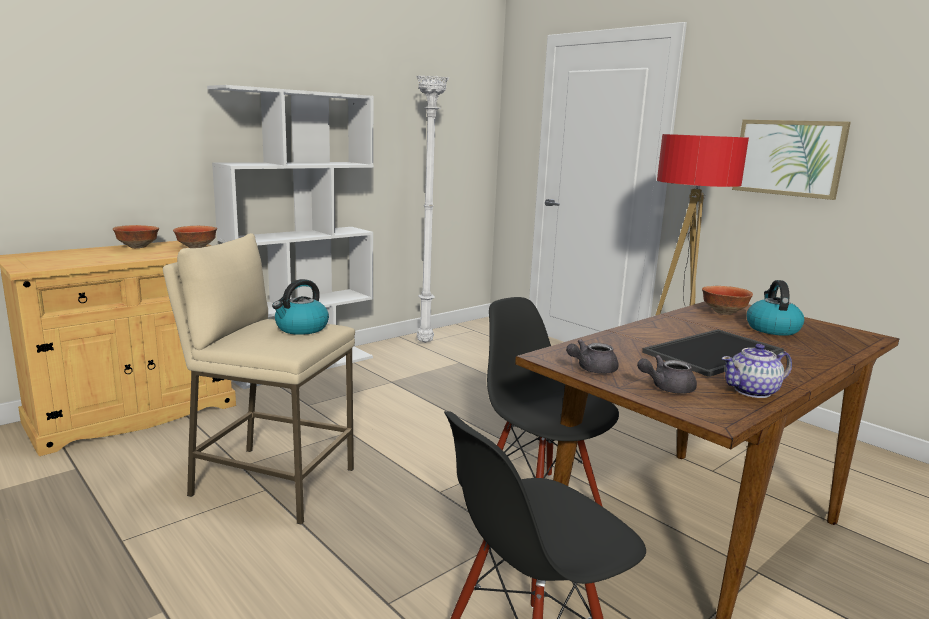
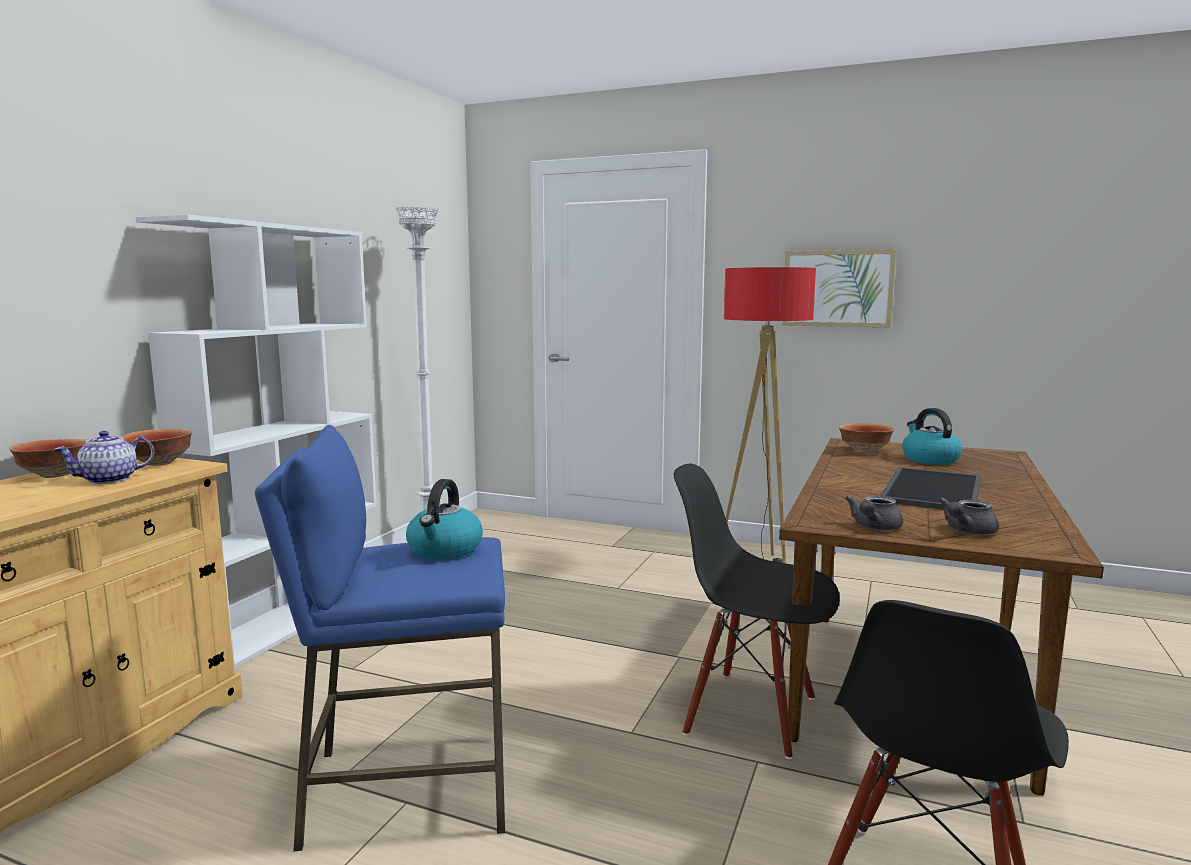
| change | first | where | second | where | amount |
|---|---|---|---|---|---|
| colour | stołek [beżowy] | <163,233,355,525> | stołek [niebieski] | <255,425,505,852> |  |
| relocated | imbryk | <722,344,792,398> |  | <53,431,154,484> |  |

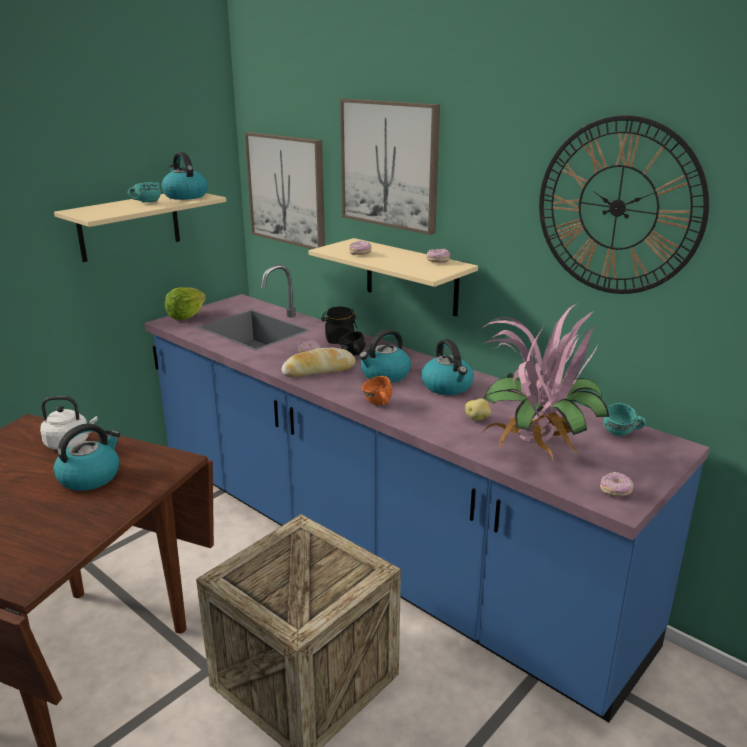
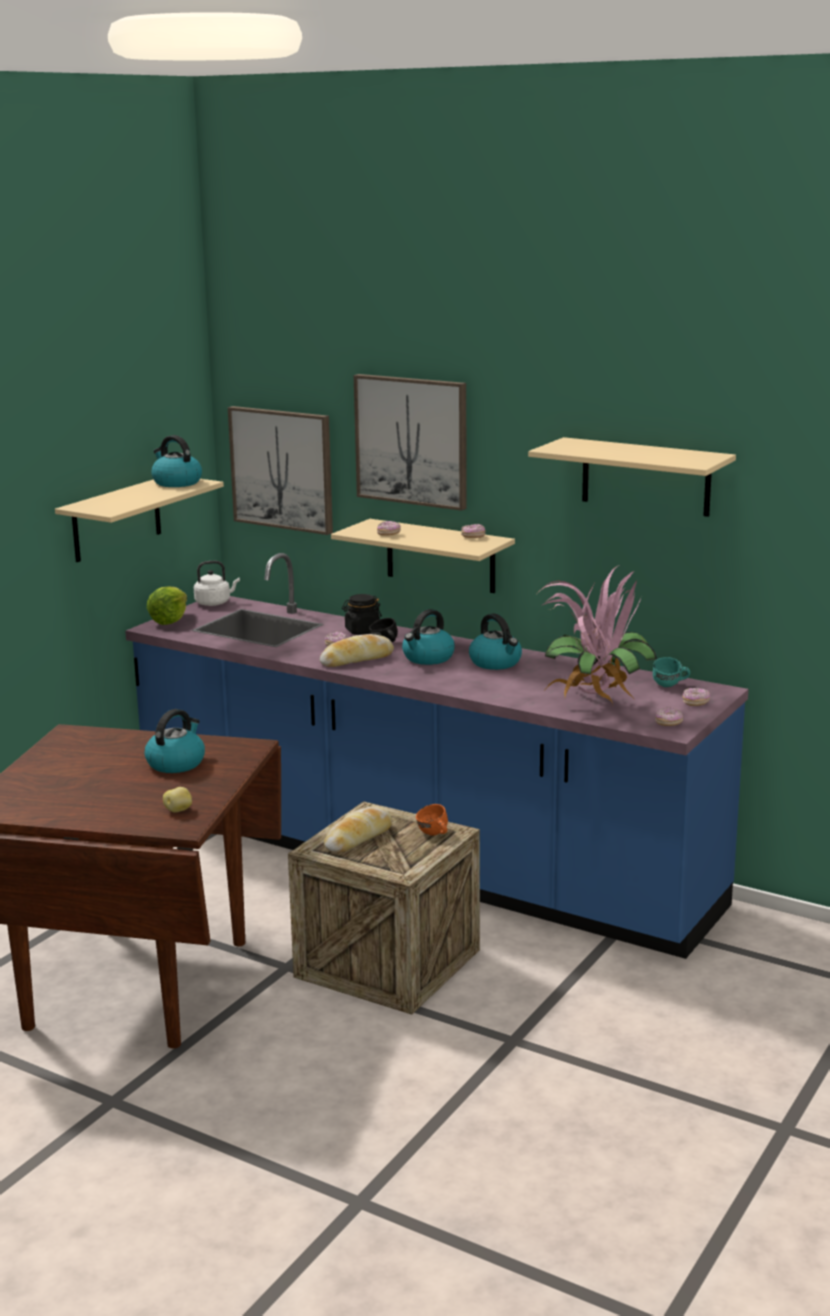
| change | first | where | second | where | amount |
|---|---|---|---|---|---|
| relocated | czajnik [biały] | <40,396,98,450> |  | <194,561,240,606> |  |
| missing | kubek [turkusowy] | <128,182,161,202> |  |  |  |
| relocated | kubek [pomarańczowy] | <362,376,392,405> |  | <416,804,448,836> |  |
| relocated | ziemniak | <465,398,491,421> |  | <163,787,192,813> |  |
| exchanged | zegar ścienny | <539,115,709,294> | półka [beżowy] | <528,437,736,517> |  |
| appeared |  |  | chleb | <324,806,392,853> |  |
| appeared |  |  | donut | <683,688,710,706> |  |

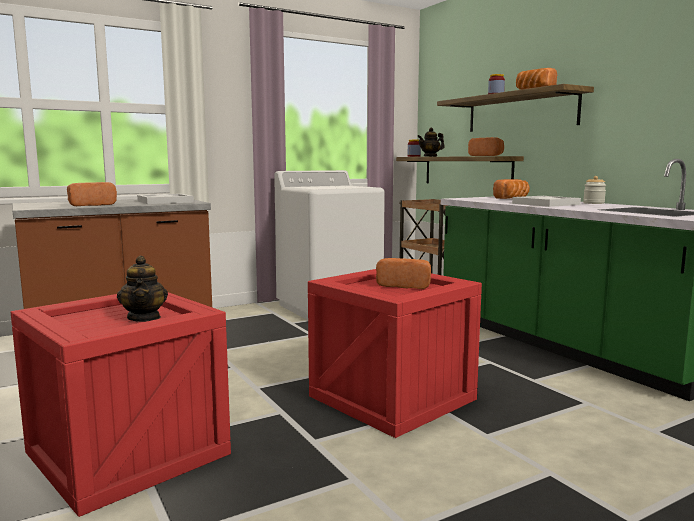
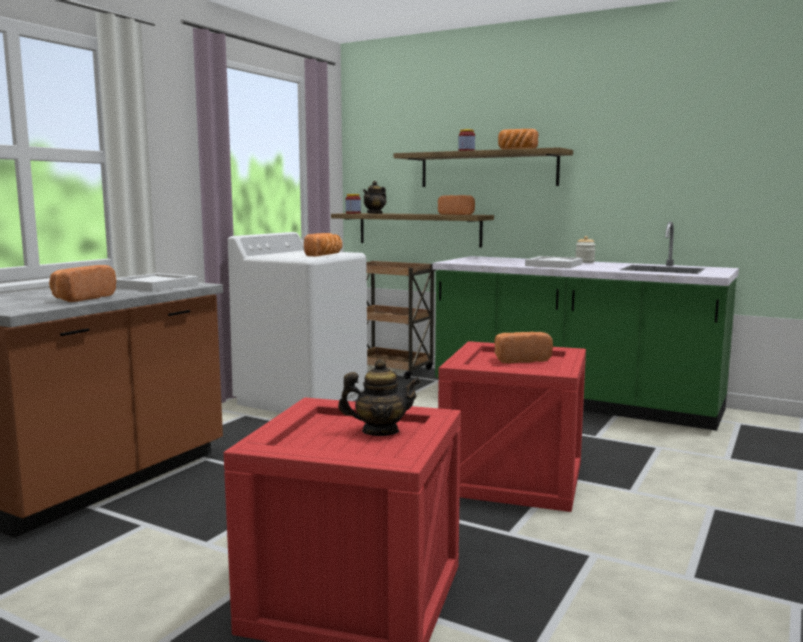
| change | first | where | second | where | amount |
|---|---|---|---|---|---|
| spun | imbryk | <117,256,168,322> |  | <338,359,421,436> | 45 degrees counterclockwise |
| relocated | chleb | <493,179,530,199> |  | <304,233,342,256> |  |

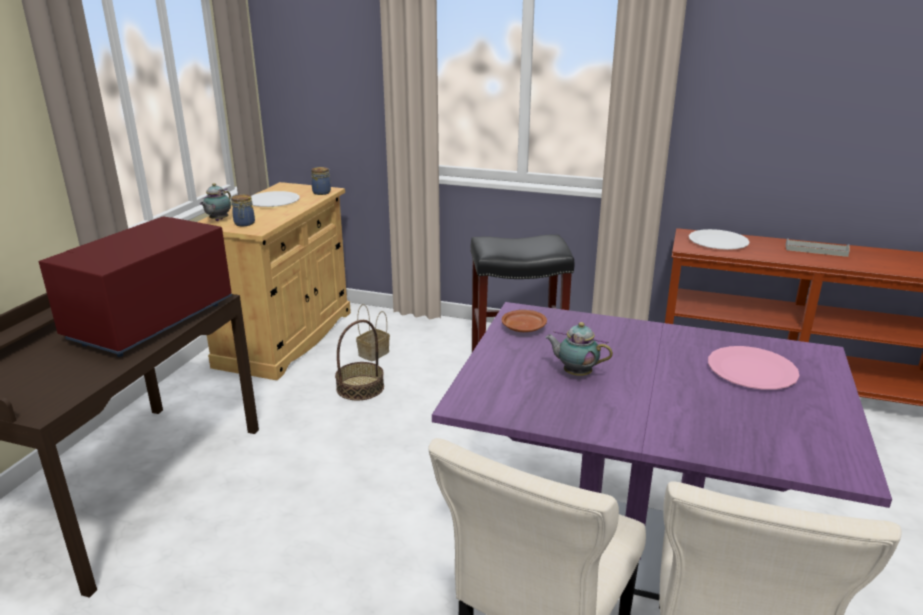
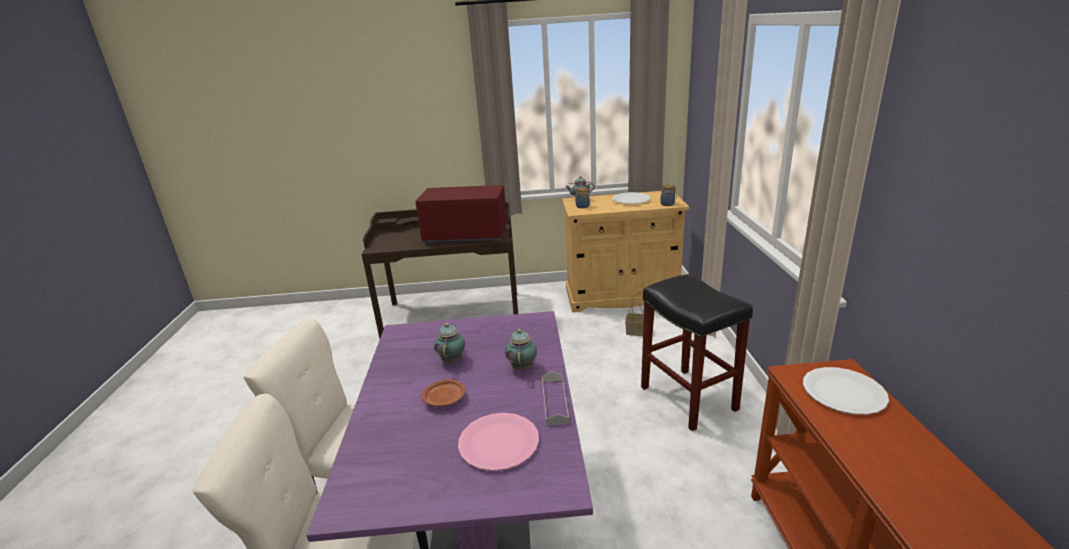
| change | first | where | second | where | amount |
|---|---|---|---|---|---|
| missing | koszyk | <335,320,384,401> |  |  |  |
| relocated | talerz [brązowy] | <502,310,547,332> |  | <422,379,465,407> |  |
| relocated | taca [szary] | <786,238,850,257> |  | <542,371,569,426> |  |
| appeared |  |  | imbryk | <505,329,537,370> |  |

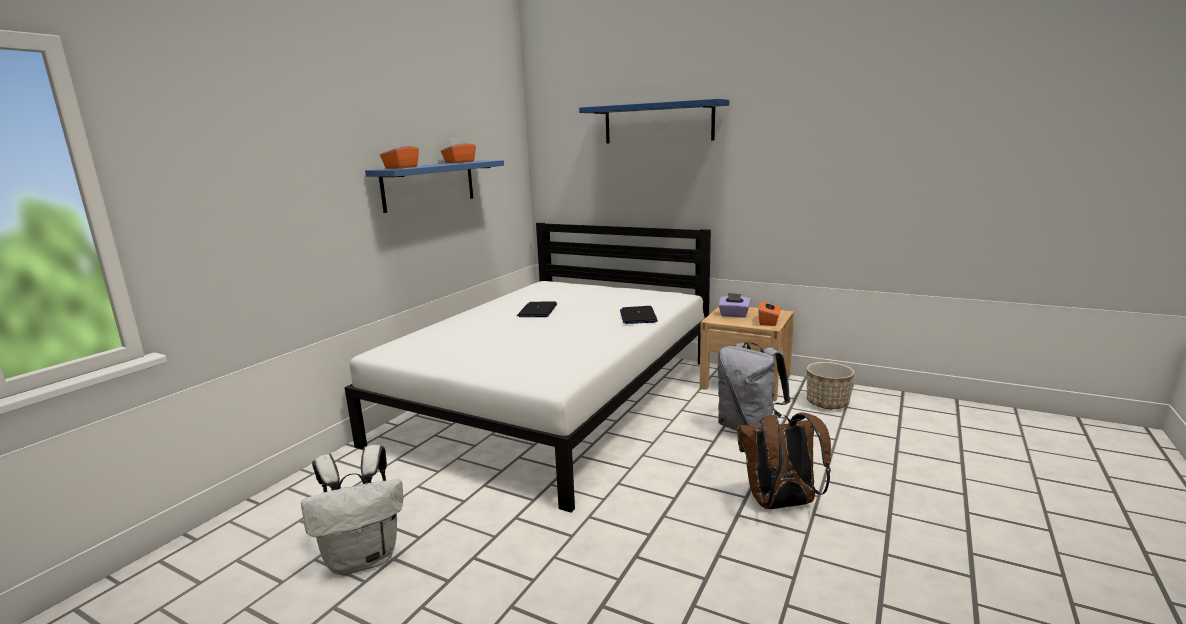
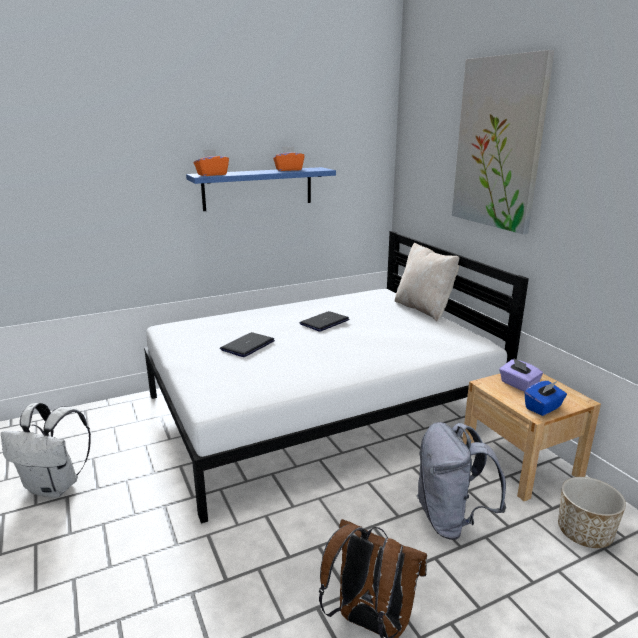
| change | first | where | second | where | amount |
|---|---|---|---|---|---|
| exchanged | półka [niebieski] | <579,99,729,144> | obraz | <452,50,555,234> |  |
| relocated | laptop | <620,306,658,324> |  | <220,332,275,357> |  |
| colour | pudełko chusteczek [pomarańczowy] | <758,298,780,326> | pudełko chusteczek [niebieski] | <525,381,567,416> |  |
| appeared |  |  | poduszka [beżowy] | <395,243,459,321> |  |

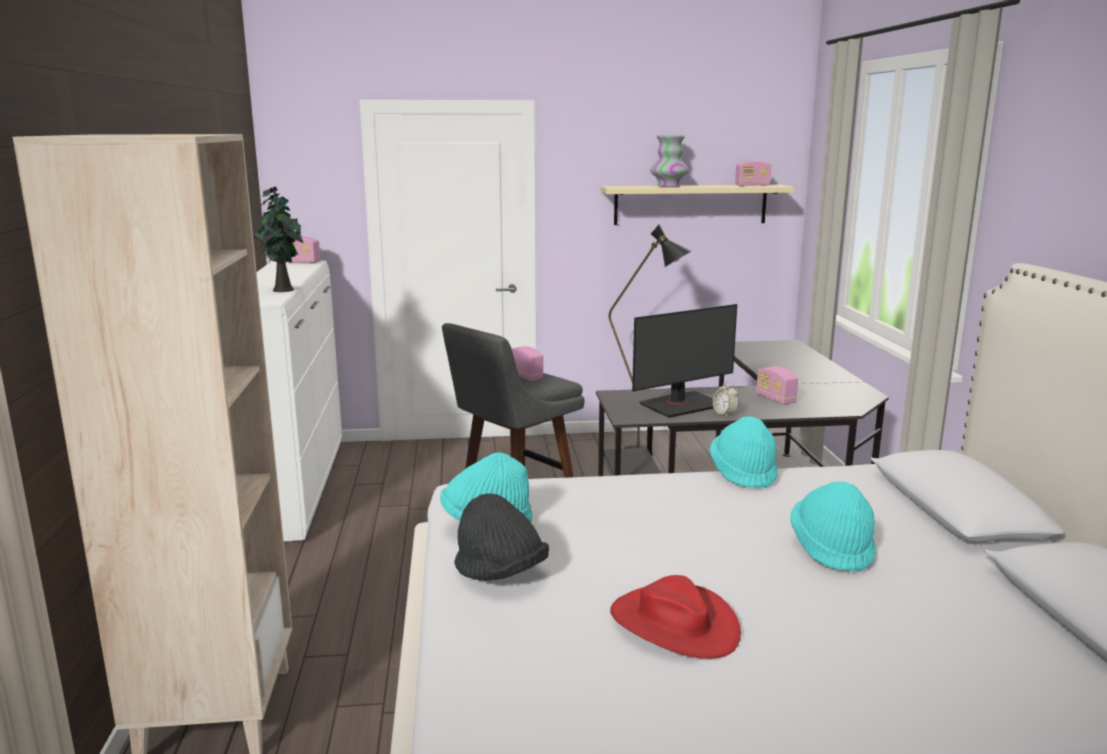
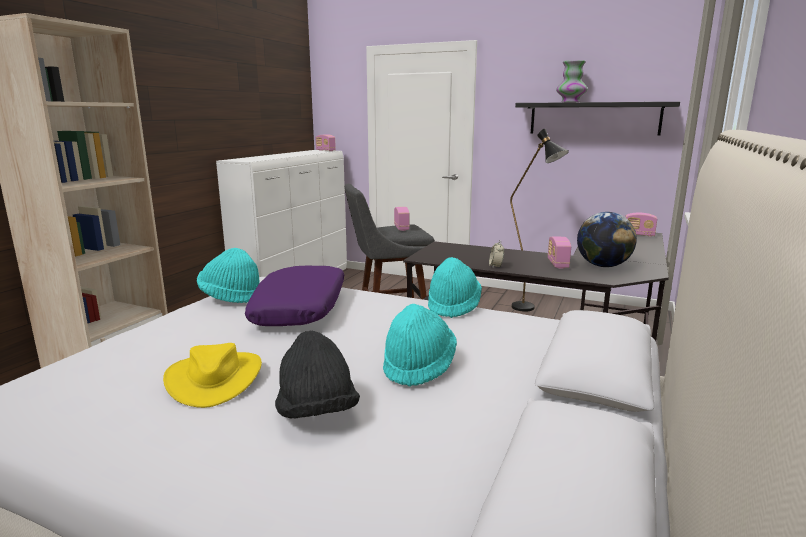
| change | first | where | second | where | amount |
|---|---|---|---|---|---|
| missing | roślina doniczkowa | <253,186,304,292> |  |  |  |
| relocated | kapelusz [czarny] | <454,493,549,581> |  | <275,330,360,418> |  |
| colour | półka [beżowy] | <600,185,795,225> | półka [czarny] | <515,102,680,136> |  |
| colour | kapelusz [czerwony] | <610,575,741,659> | kapelusz [żółty] | <163,343,262,408> |  |
| missing | monitor | <632,304,737,418> |  |  |  |
| relocated | radio | <735,161,771,187> |  | <625,213,657,237> |  |
| appeared |  |  | poduszka [fioletowy] | <245,266,344,326> |  |
| appeared |  |  | globus | <577,212,637,267> |  |

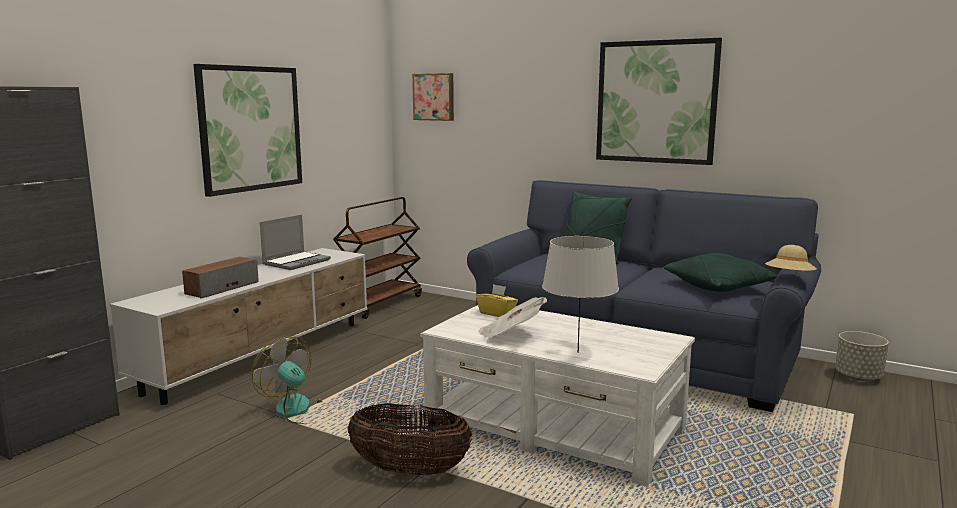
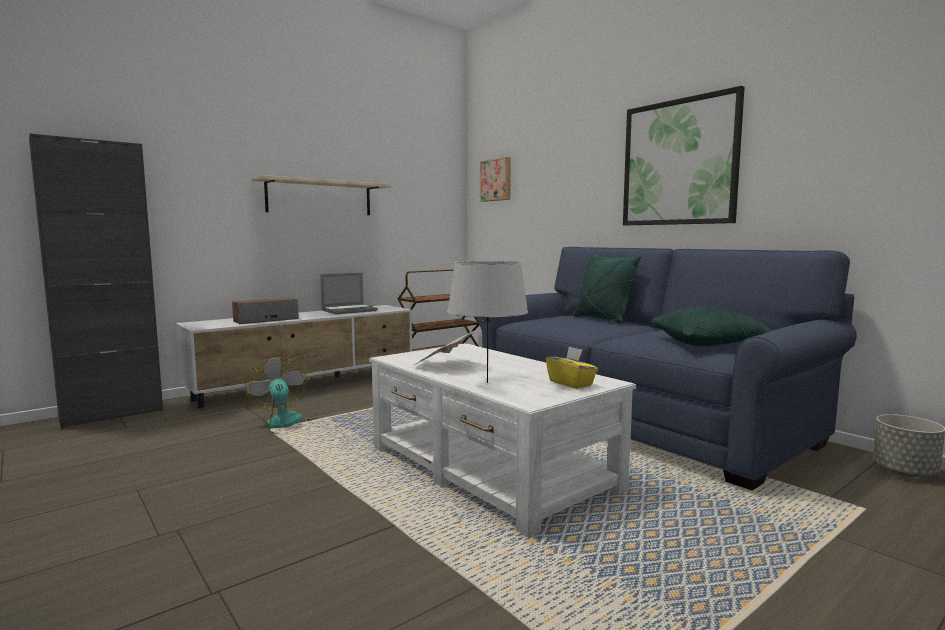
| change | first | where | second | where | amount |
|---|---|---|---|---|---|
| exchanged | obraz | <193,64,302,197> | półka [beżowy] | <251,175,391,215> |  |
| missing | koszyk | <347,403,472,475> |  |  |  |
| relocated | pudełko chusteczek [żółty] | <476,284,518,317> |  | <546,346,598,389> |  |
| missing | kapelusz [beżowy] | <765,245,817,273> |  |  |  |

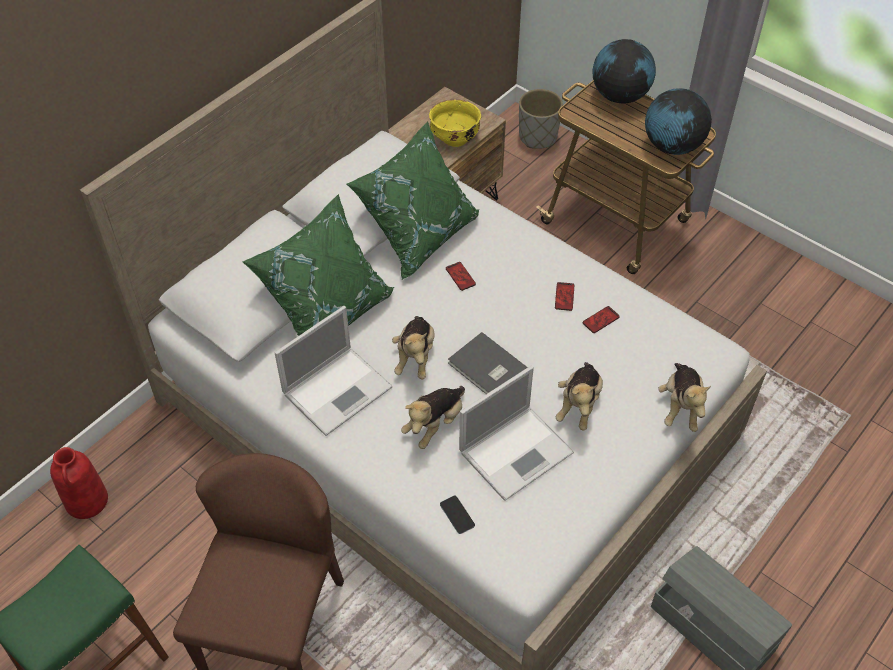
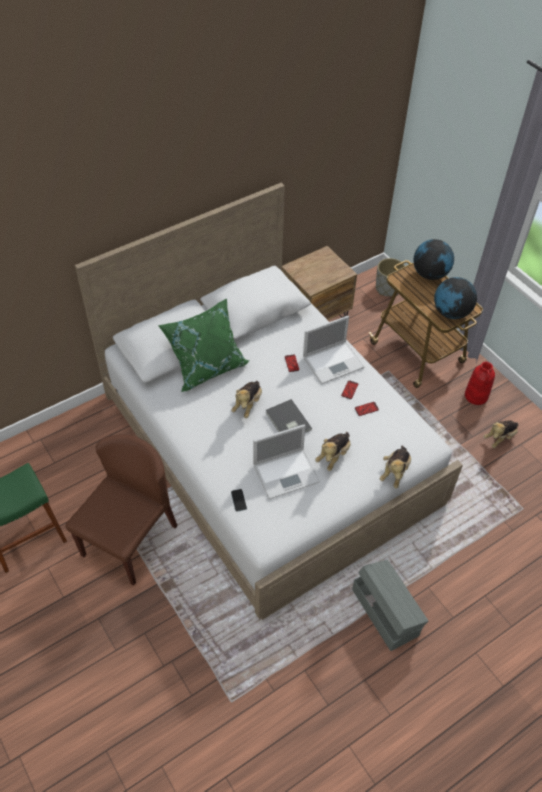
| change | first | where | second | where | amount |
|---|---|---|---|---|---|
| relocated | wazon [czerwony] | <50,447,108,519> |  | <465,361,495,405> |  |
| relocated | laptop | <274,306,393,436> |  | <303,316,364,384> |  |
| missing | poduszka [zielony] | <347,121,479,280> |  |  |  |
| relocated | pluszak | <401,386,465,449> |  | <484,420,518,448> |  |
| missing | miska [żółty] | <429,100,481,147> |  |  |  |

